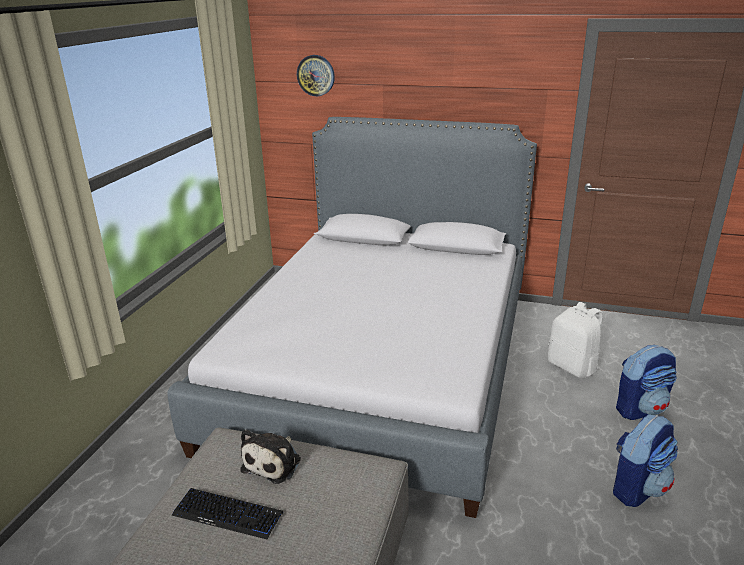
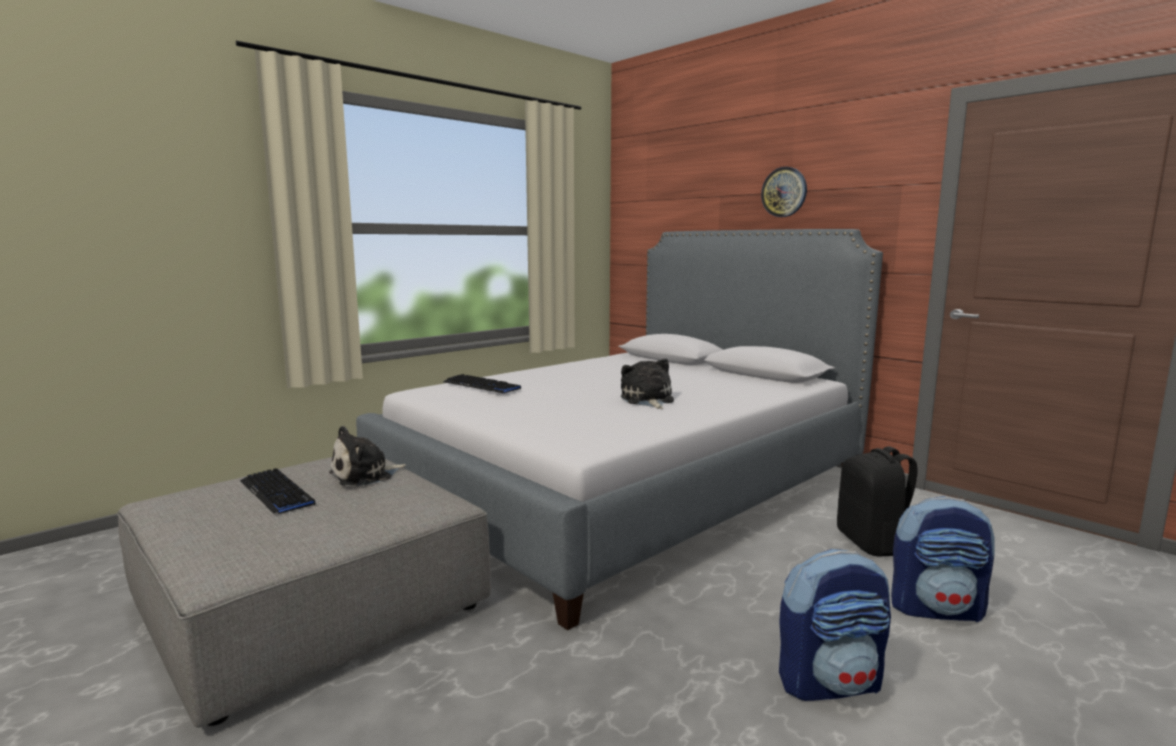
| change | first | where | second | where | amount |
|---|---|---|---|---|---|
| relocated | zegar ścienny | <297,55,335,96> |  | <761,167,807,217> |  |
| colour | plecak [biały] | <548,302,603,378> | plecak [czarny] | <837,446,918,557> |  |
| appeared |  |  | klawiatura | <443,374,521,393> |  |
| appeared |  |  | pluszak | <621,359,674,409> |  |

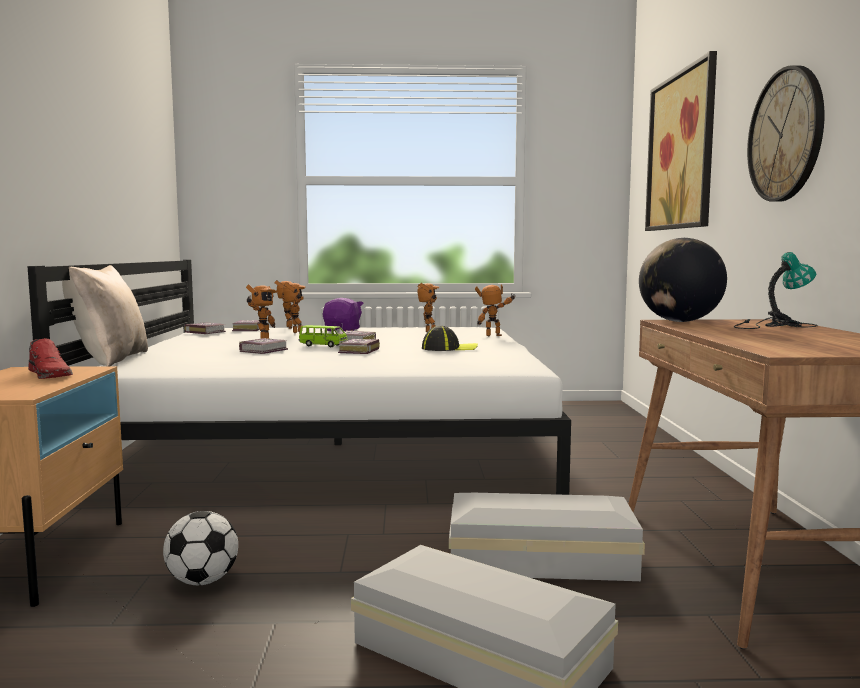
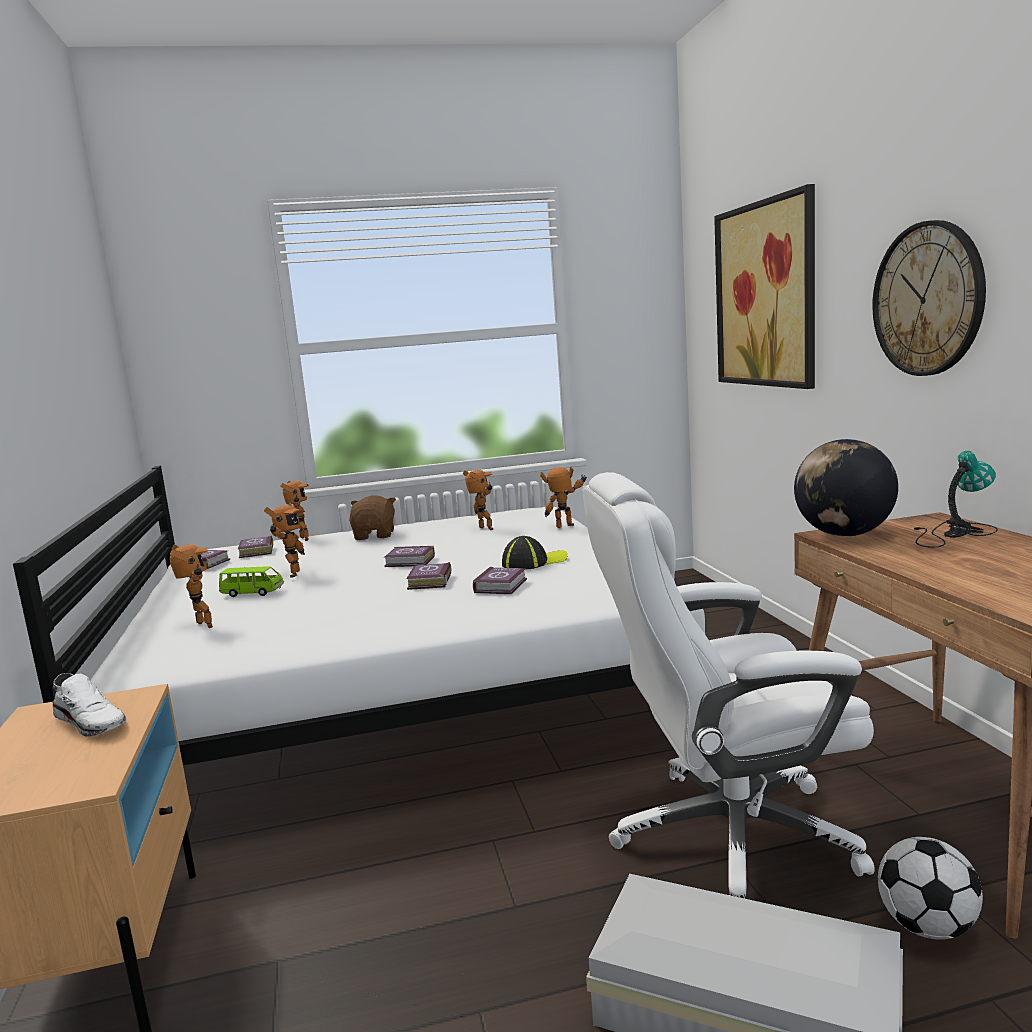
| change | first | where | second | where | amount |
|---|---|---|---|---|---|
| colour | but [czerwony] | <28,338,73,379> | but [biały] | <53,673,127,737> |  |
| missing | poduszka [beżowy] | <62,265,148,366> |  |  |  |
| relocated | piłka futbolowa | <163,511,238,585> |  | <878,837,983,940> |  |
| relocated | książka | <239,338,288,354> |  | <473,566,527,594> |  |
| relocated | robot zabawkowy | <283,282,306,334> |  | <170,544,213,628> |  |
| relocated | samochodzik [zielony] | <299,325,348,347> |  | <219,567,284,597> |  |
| colour | pluszak [fioletowy] | <323,298,363,331> | pluszak [brązowy] | <349,495,396,540> |  |
| exchanged | pojemnik do przechowywania [biały] | <449,493,645,581> | krzesło biurowe [biały] | <582,472,875,899> |  |

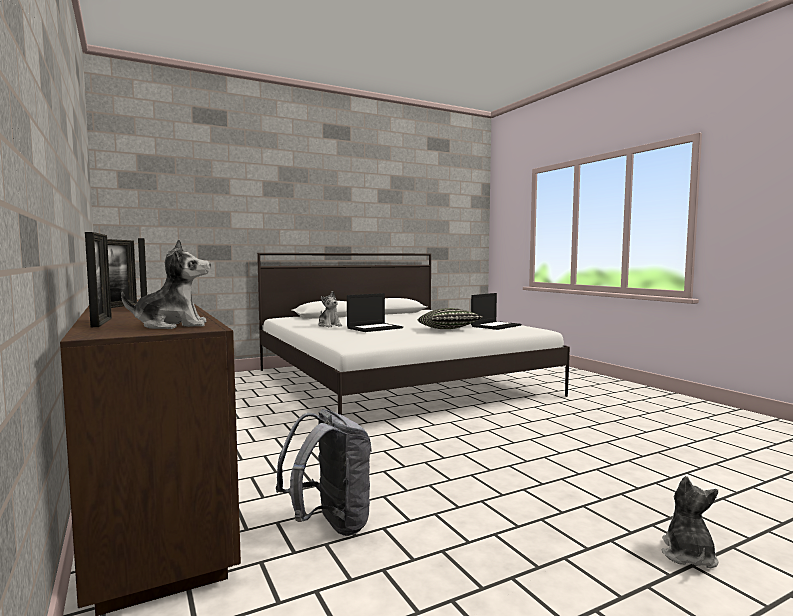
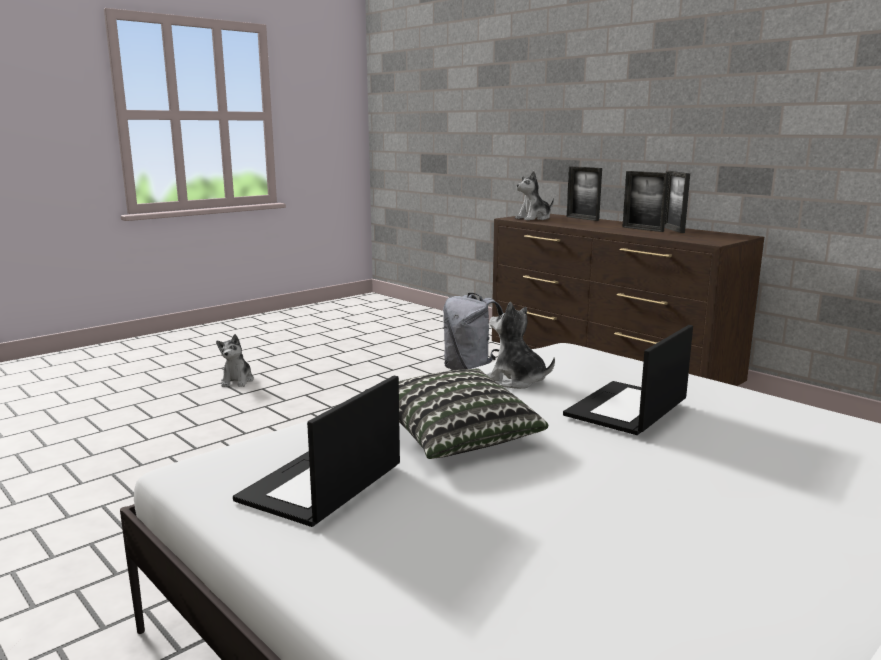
| change | first | where | second | where | amount |
|---|---|---|---|---|---|
| relocated | pluszak | <318,291,342,327> |  | <486,302,555,389> |  |

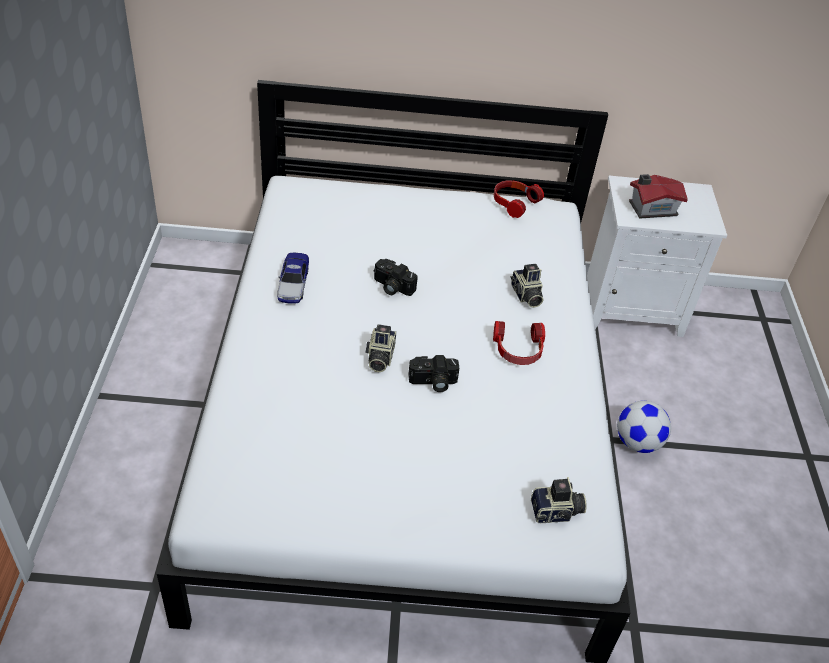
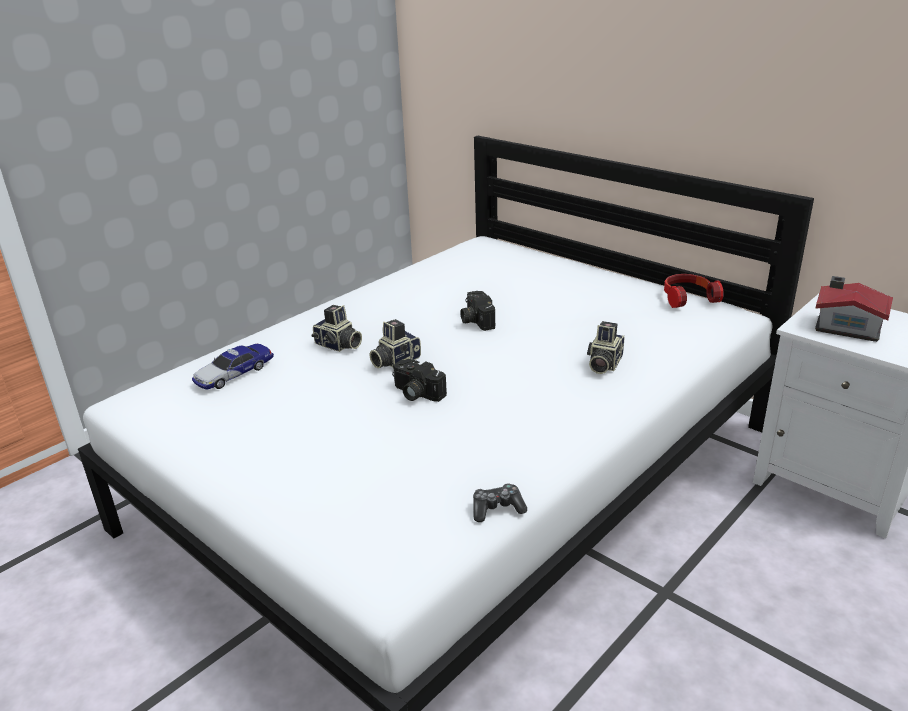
| change | first | where | second | where | amount |
|---|---|---|---|---|---|
| relocated | samochodzik | <277,252,309,303> |  | <192,344,274,390> |  |
| missing | słuchawki | <493,321,545,365> |  |  |  |
| relocated | aparat fotograficzny | <531,477,587,523> |  | <311,305,362,352> |  |
| missing | piłka futbolowa | <617,401,671,453> |  |  |  |
| appeared |  |  | pad do gier | <473,483,527,522> |  |

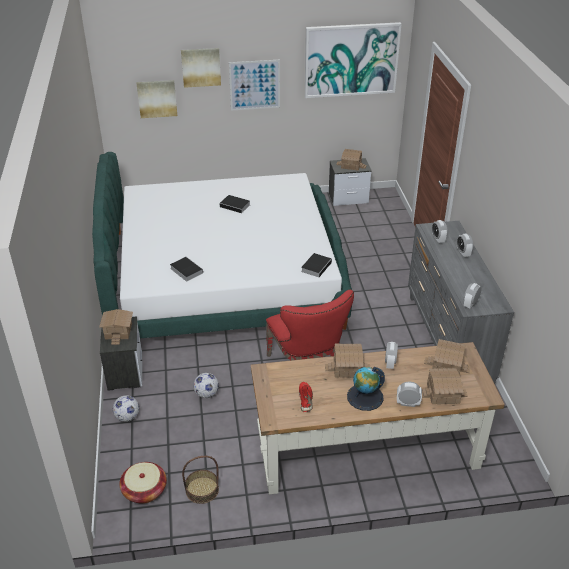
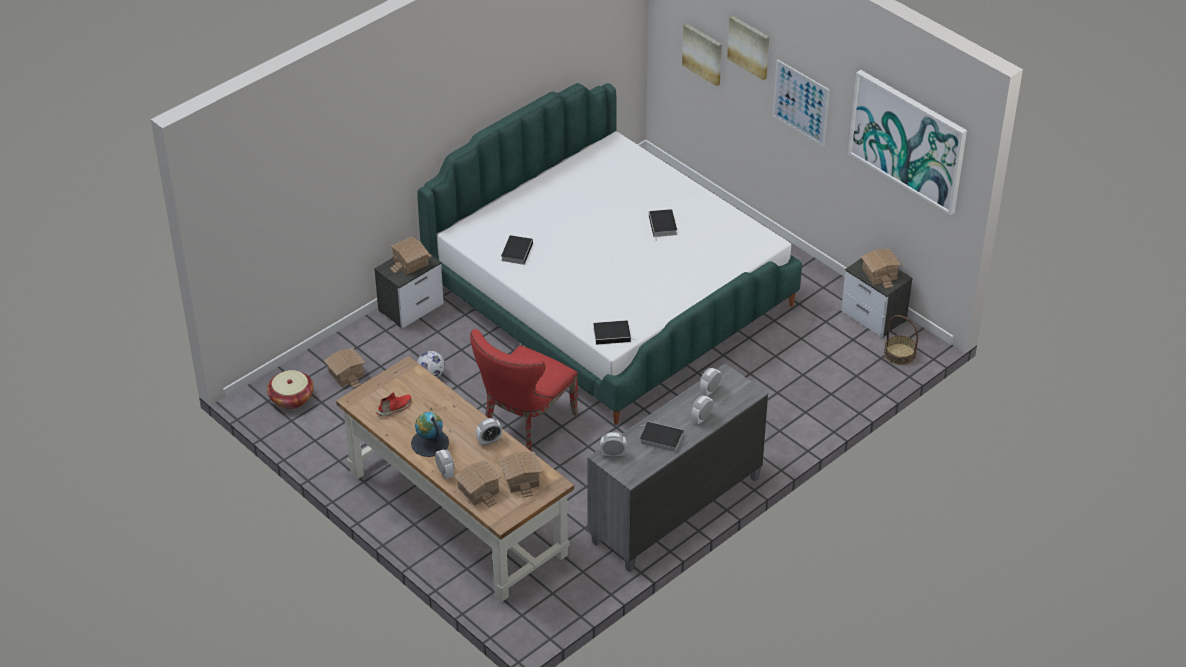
| change | first | where | second | where | amount |
|---|---|---|---|---|---|
| missing | piłka futbolowa | <113,395,139,422> |  |  |  |
| relocated | koszyk | <182,456,219,504> |  | <884,315,918,365> |  |
| relocated | domek | <325,344,370,378> |  | <324,348,366,389> |  |
| appeared |  |  | książka | <640,421,683,453> |  |

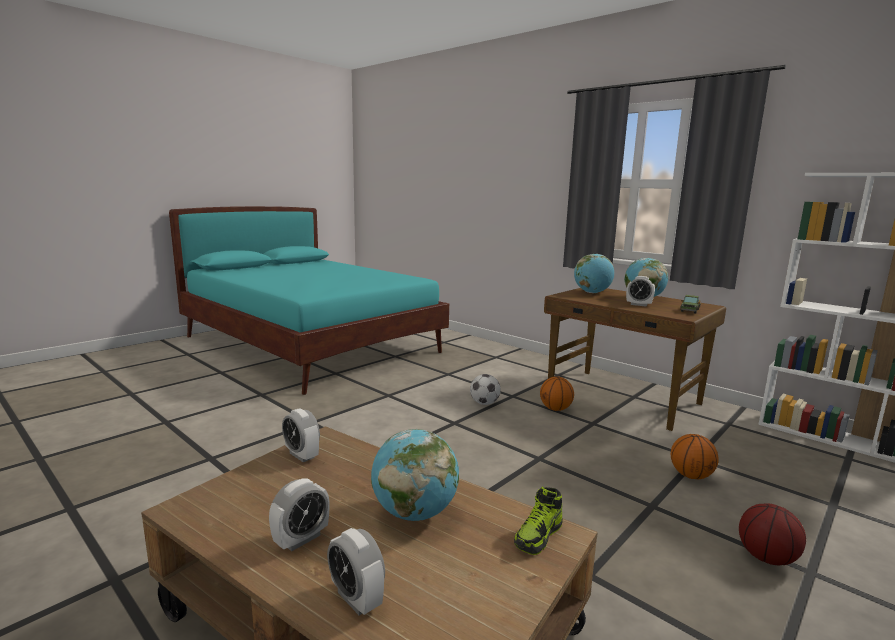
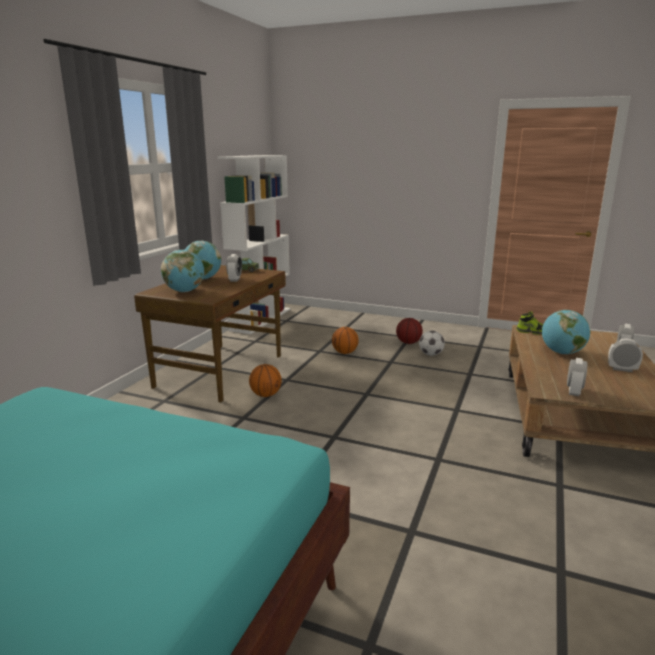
| change | first | where | second | where | amount |
|---|---|---|---|---|---|
| relocated | piłka futbolowa | <470,374,501,405> |  | <419,331,445,356> |  |

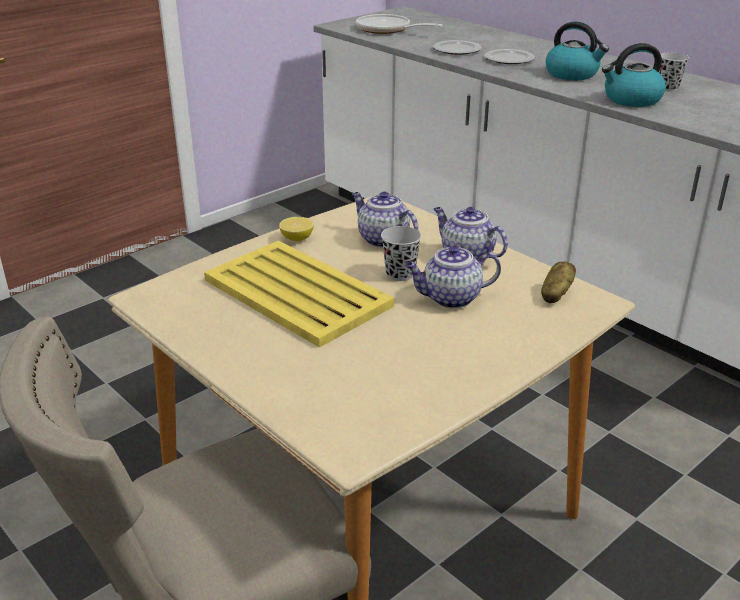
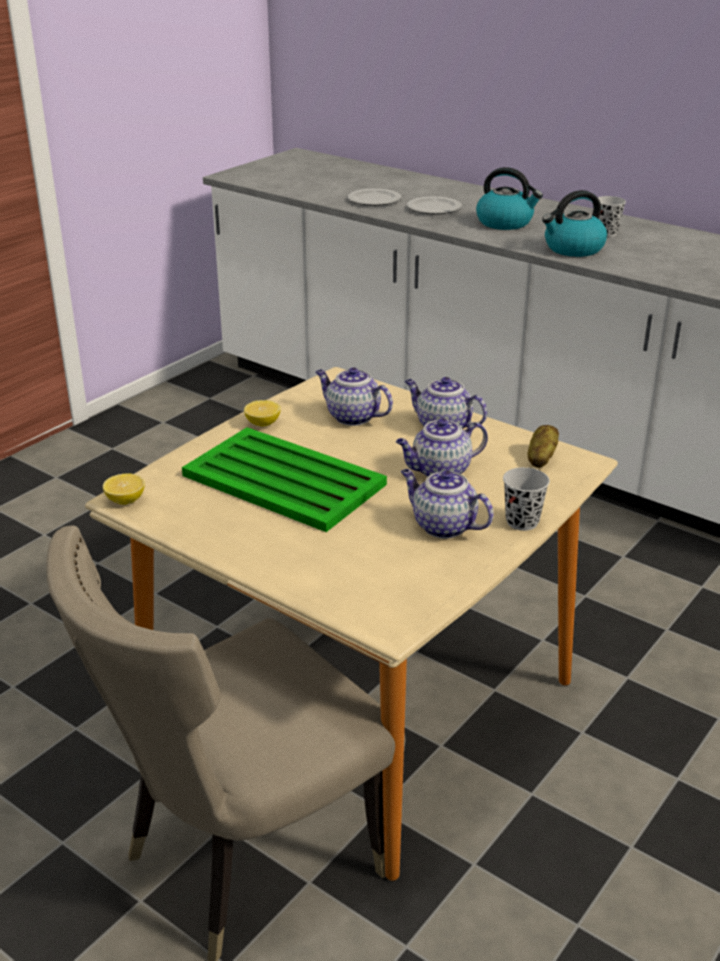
| change | first | where | second | where | amount |
|---|---|---|---|---|---|
| colour | taca [żółty] | <204,241,394,348> | taca [zielony] | <182,427,387,532> |  |
| missing | patelnia | <356,14,442,34> |  |  |  |
| relocated | filiżanka [czarny] | <381,226,422,281> |  | <503,467,550,531> |  |
| appeared |  |  | cytryna | <103,473,145,505> |  |
| appeared |  |  | imbryk | <401,469,494,539> |  |

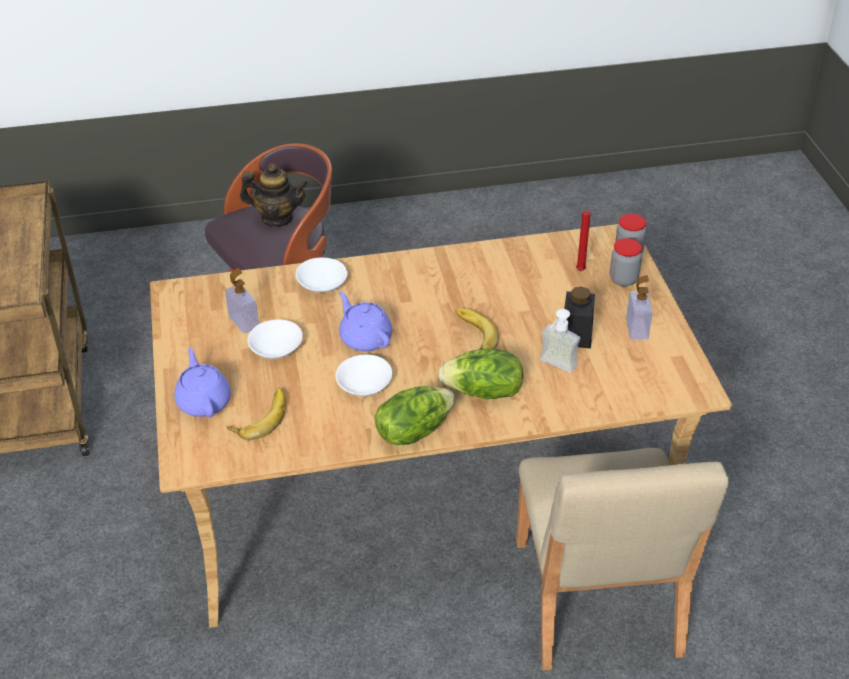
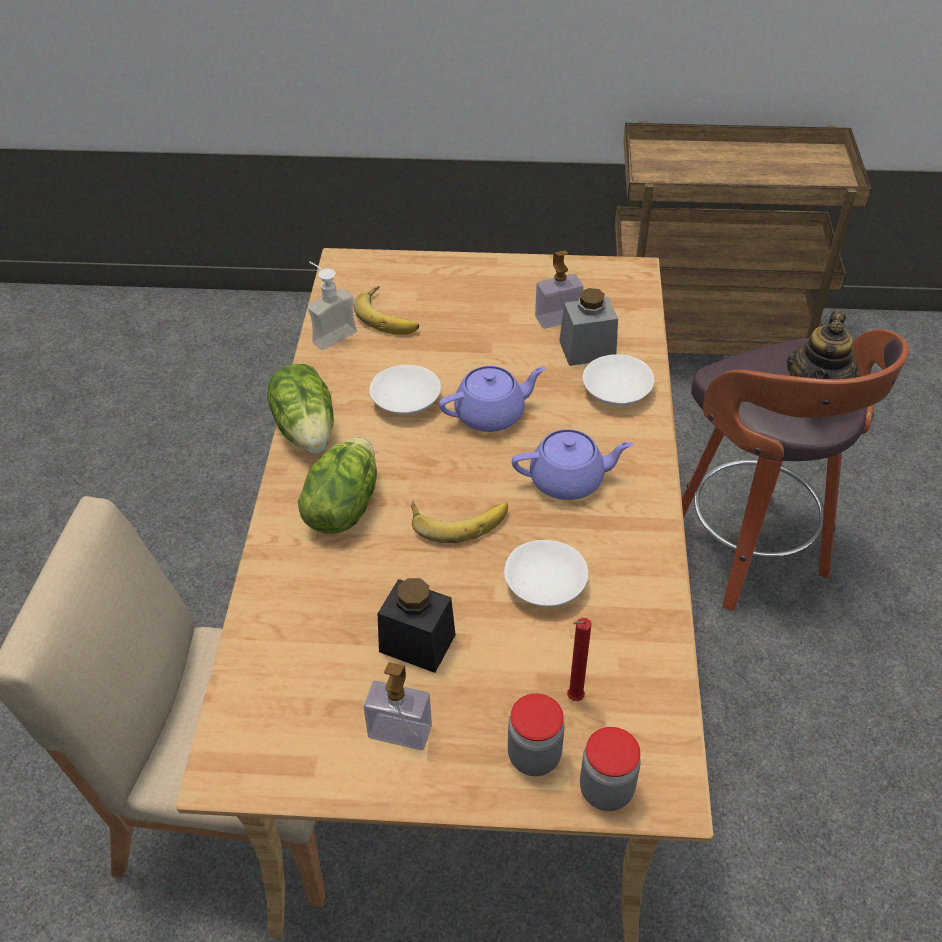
| change | first | where | second | where | amount |
|---|---|---|---|---|---|
| relocated | imbryk [fioletowy] | <174,348,231,417> |  | <512,429,633,500> |  |
| relocated | miska [biały] | <247,319,303,359> |  | <504,540,588,607> |  |
| relocated | dozownik mydła | <540,309,580,373> |  | <307,261,357,350> |  |
| appeared |  |  | słoik [szary] | <559,288,618,366> |  |

